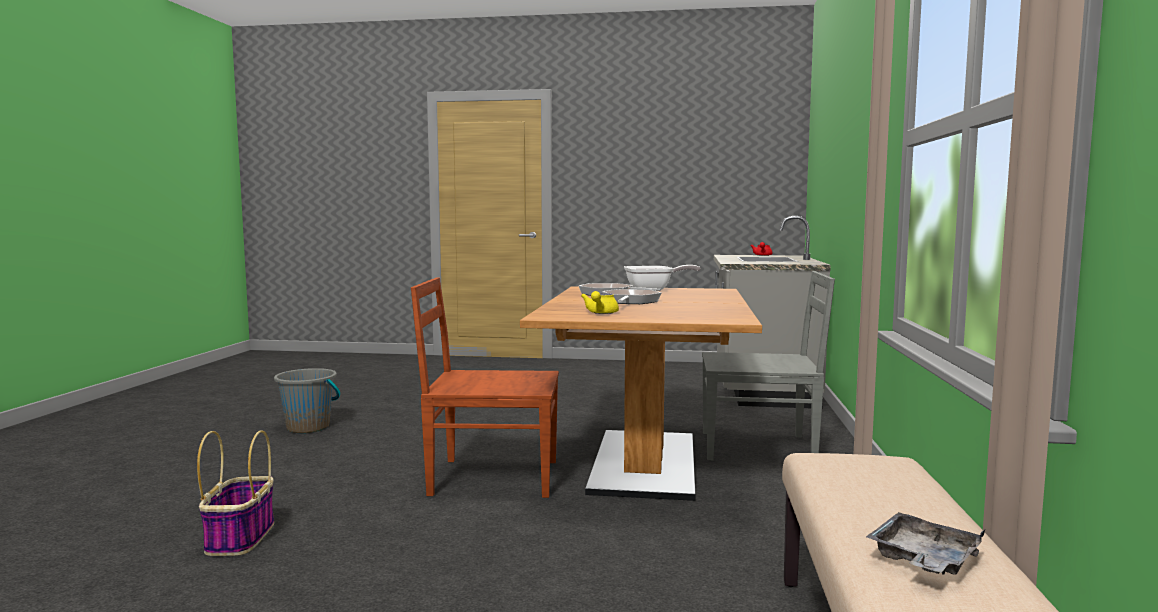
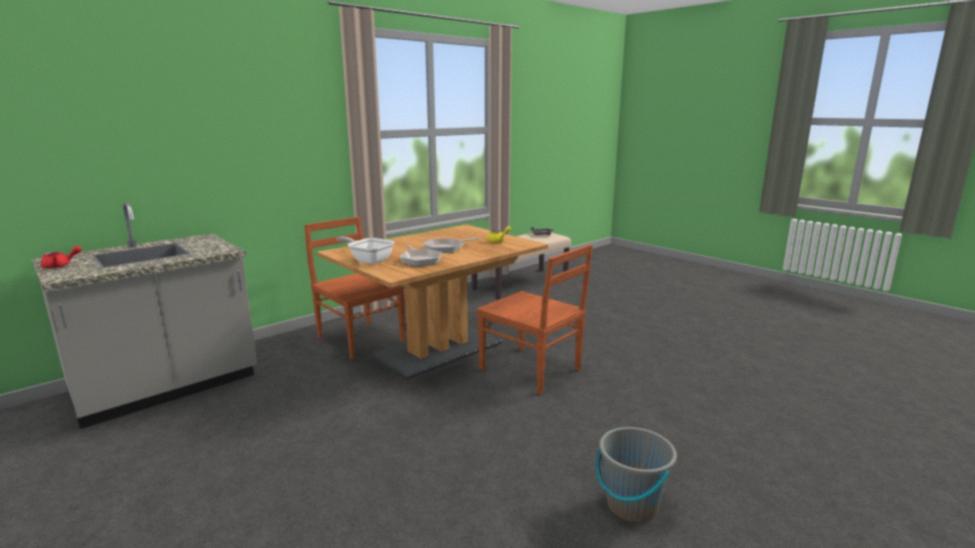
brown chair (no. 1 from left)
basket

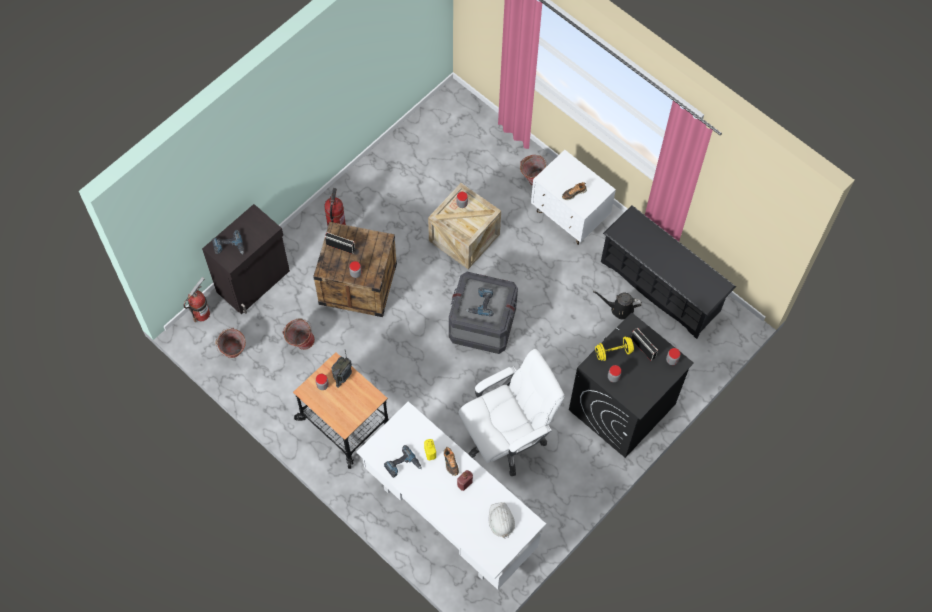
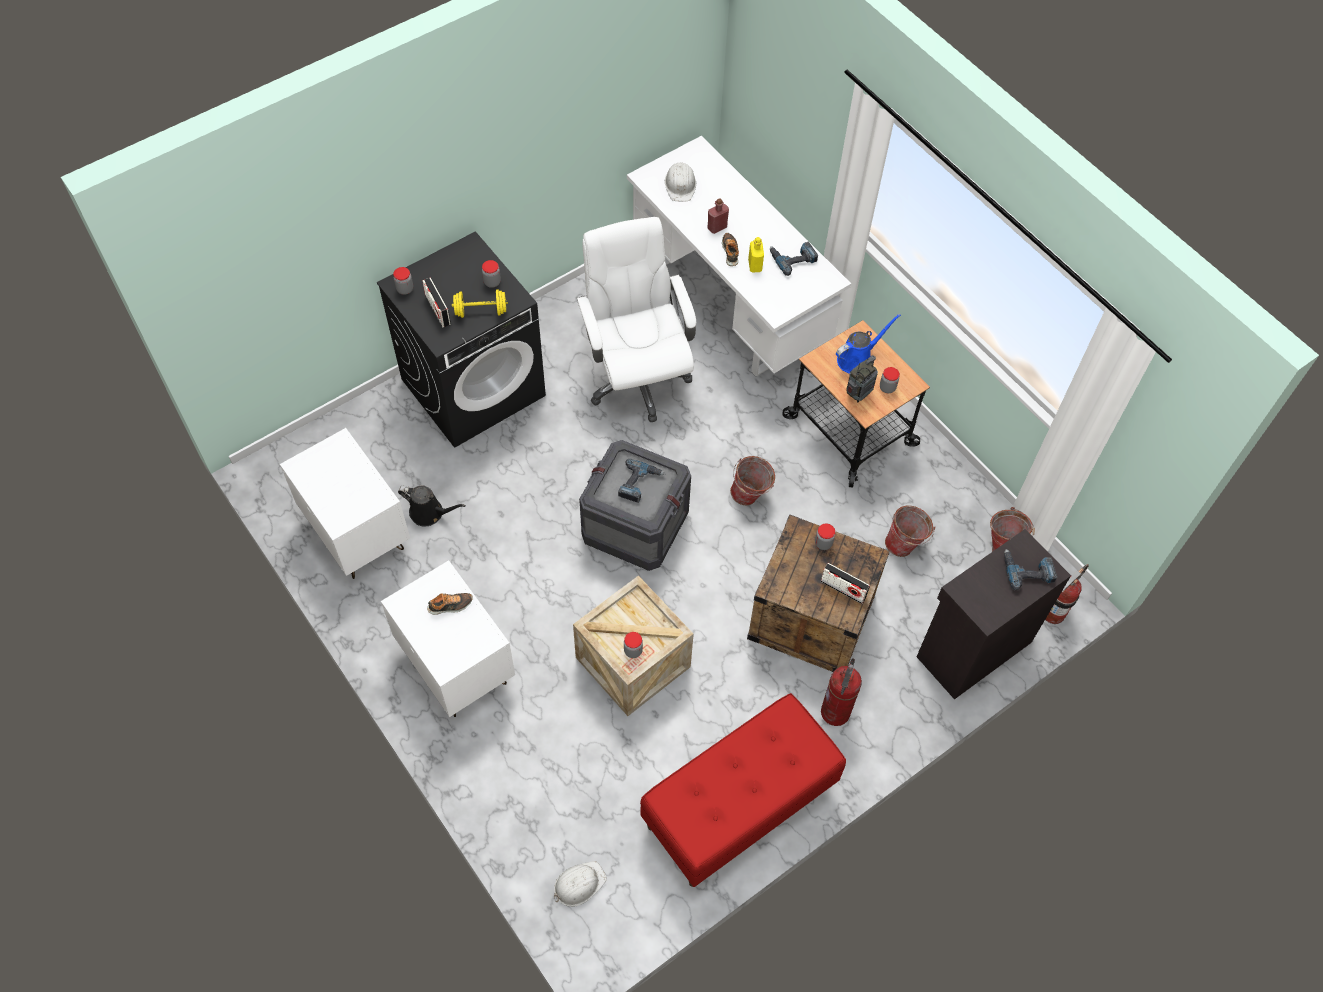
white nightstand (no. 1 from left)
white hard hat (no. 1 from left)
white office chair
red bench
bucket (no. 1 from left)
blue watering can

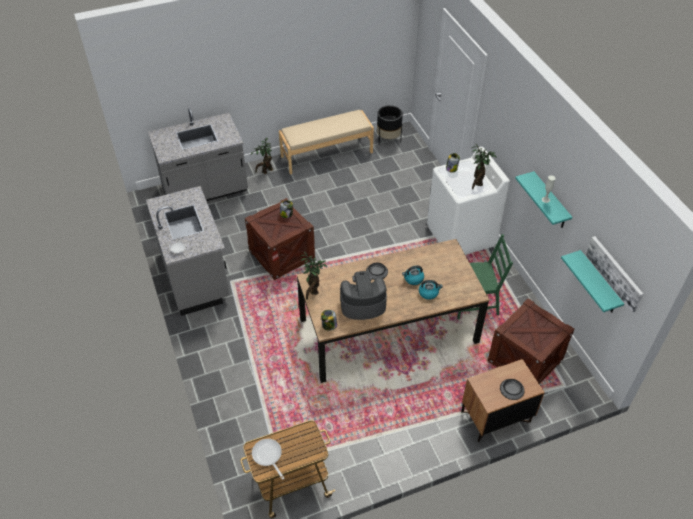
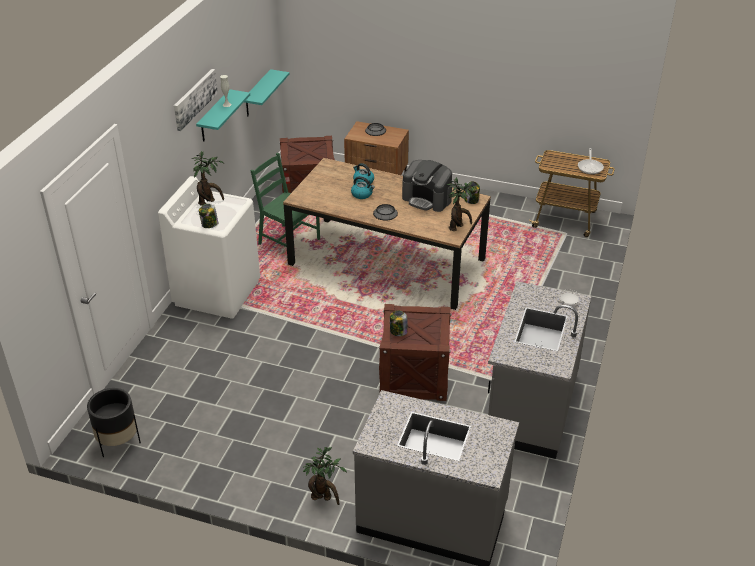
picture
beige bench

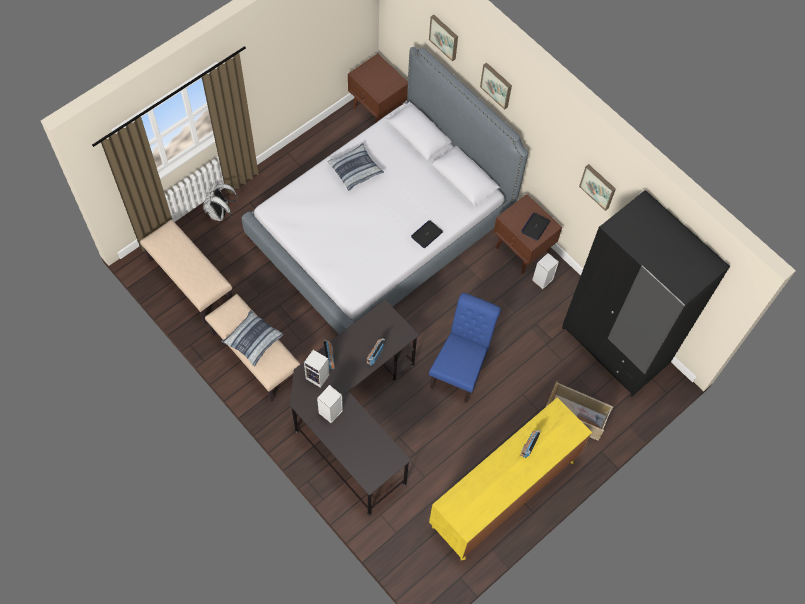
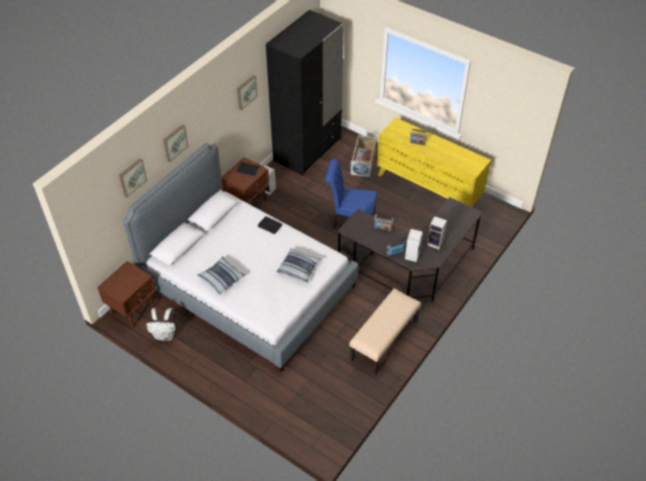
white backpack
pillow (no. 2 from left)
beige bench (no. 1 from left in the first image)

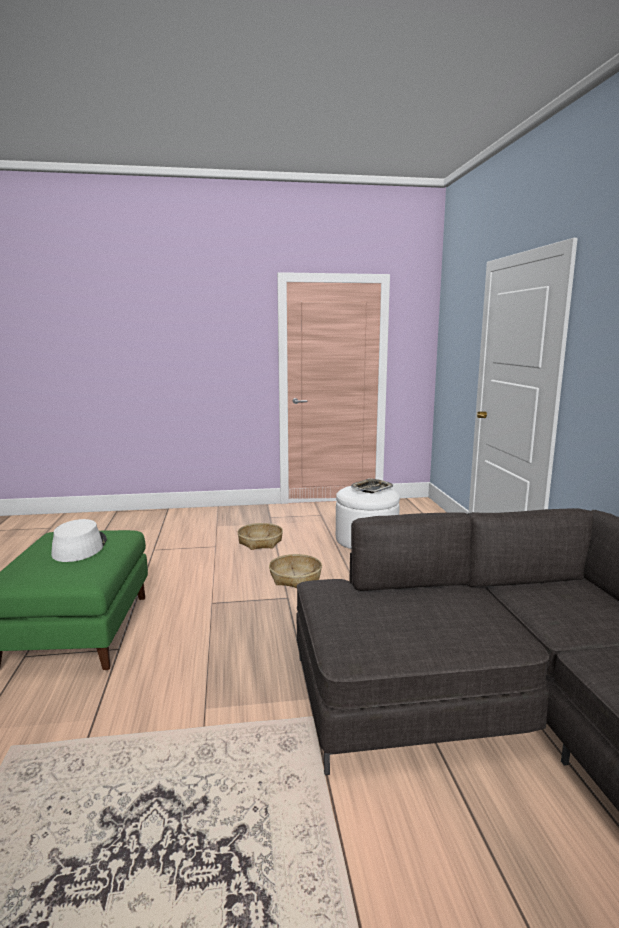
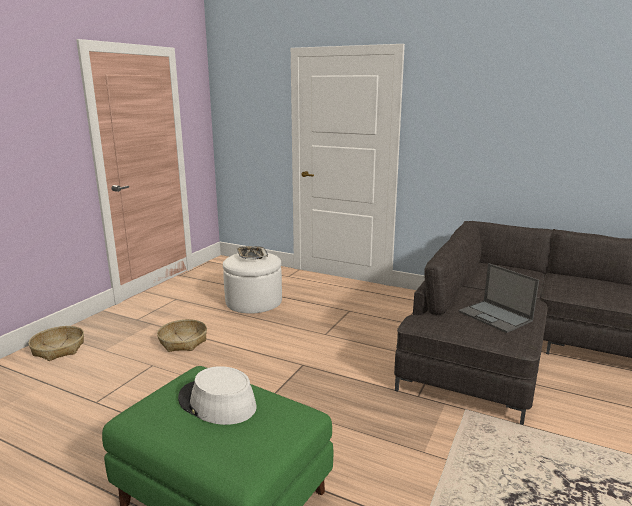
basket (no. 1 from left)
laptop

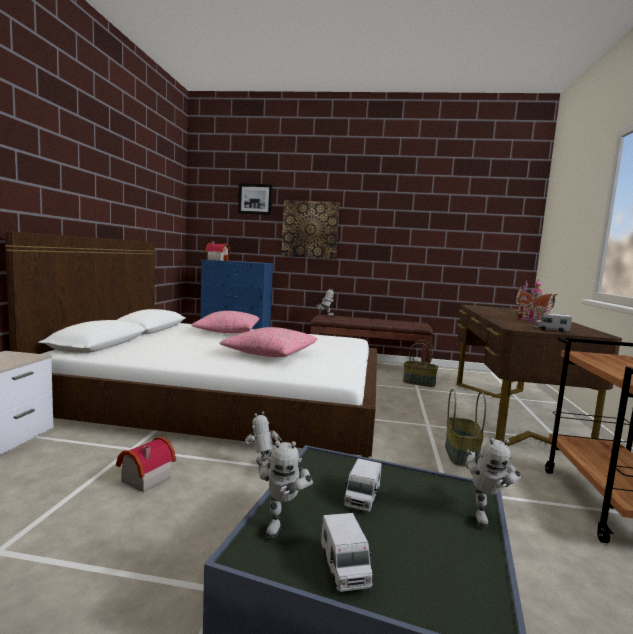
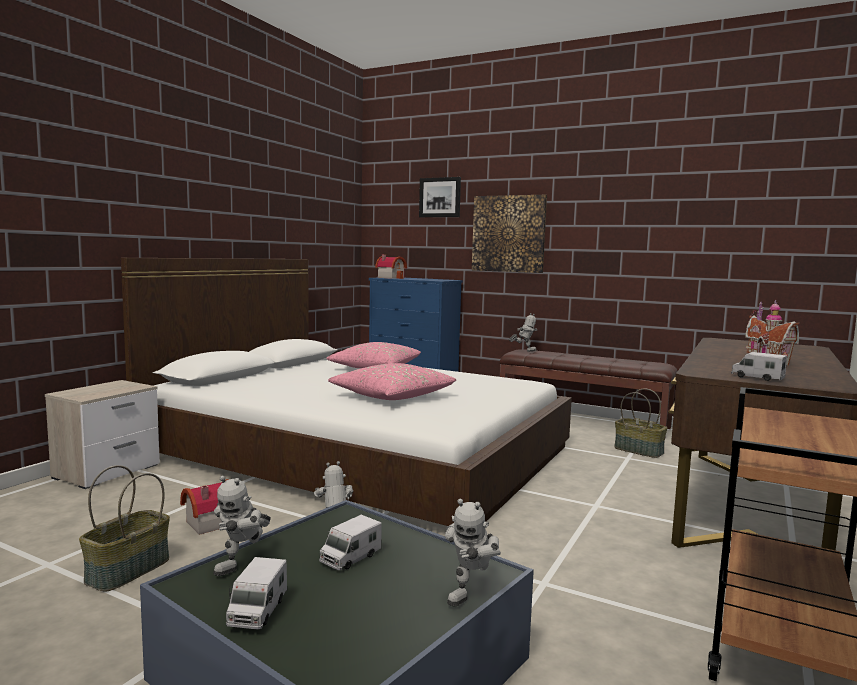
basket (no. 1 from left)

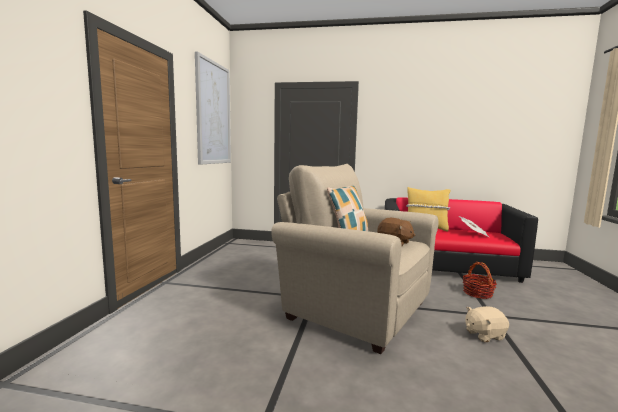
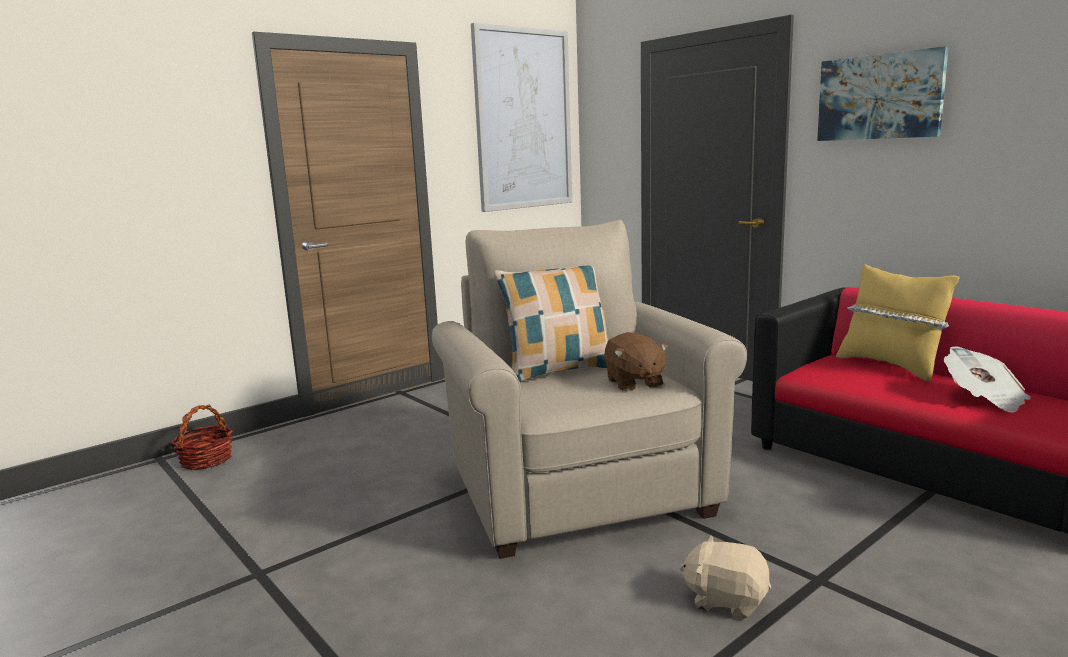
basket
picture (no. 2 from left)

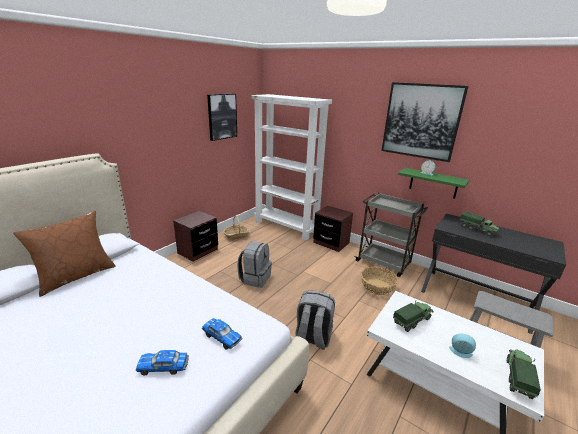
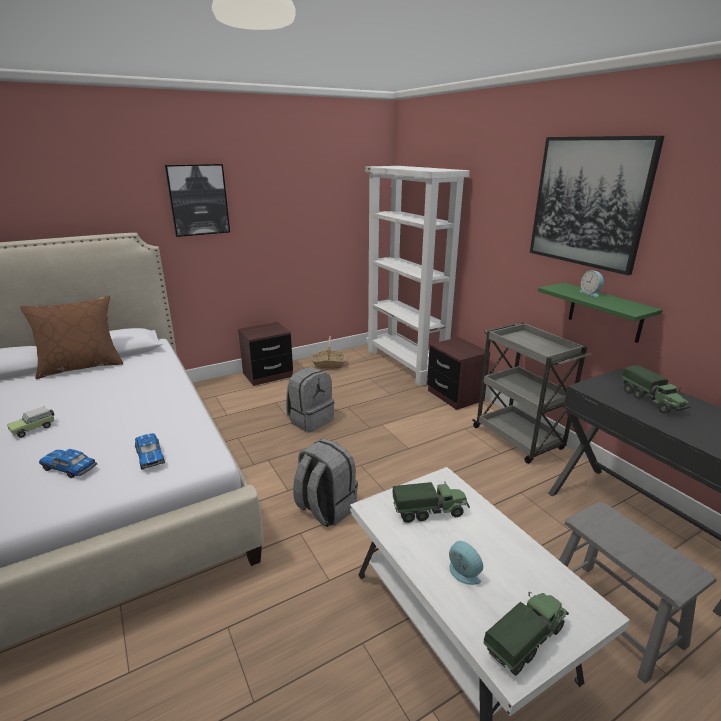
toy car (no. 1 from left)
picture (no. 1 from left)
basket (no. 2 from left in the first image)

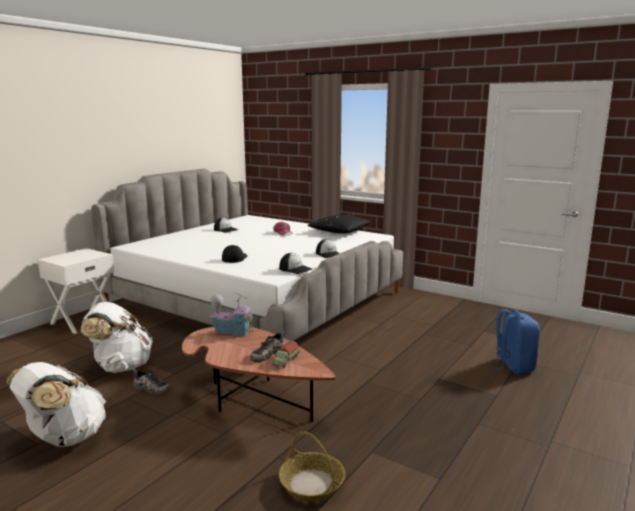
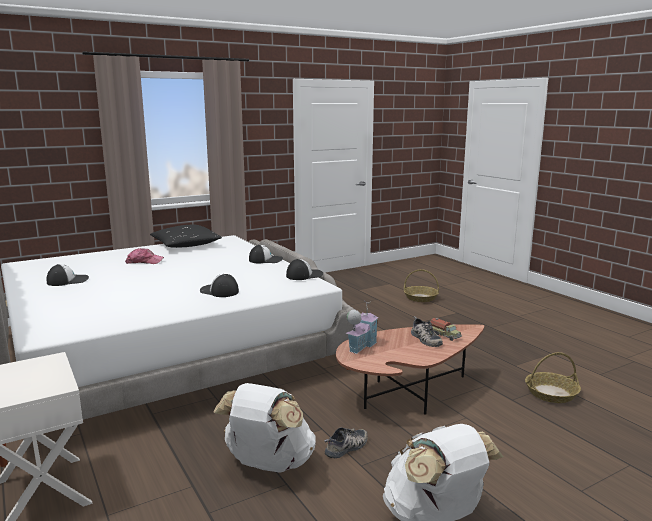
basket (no. 1 from left)

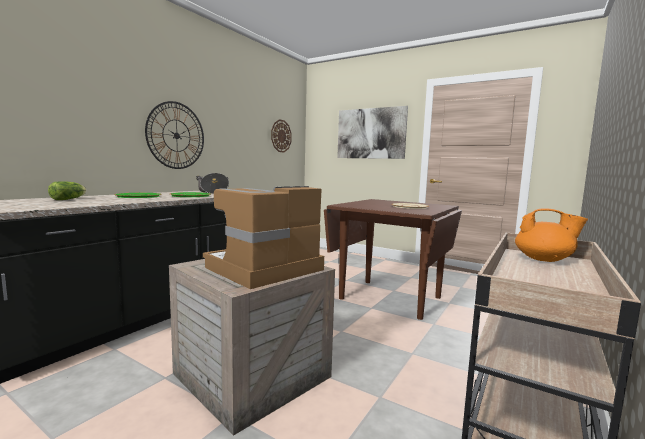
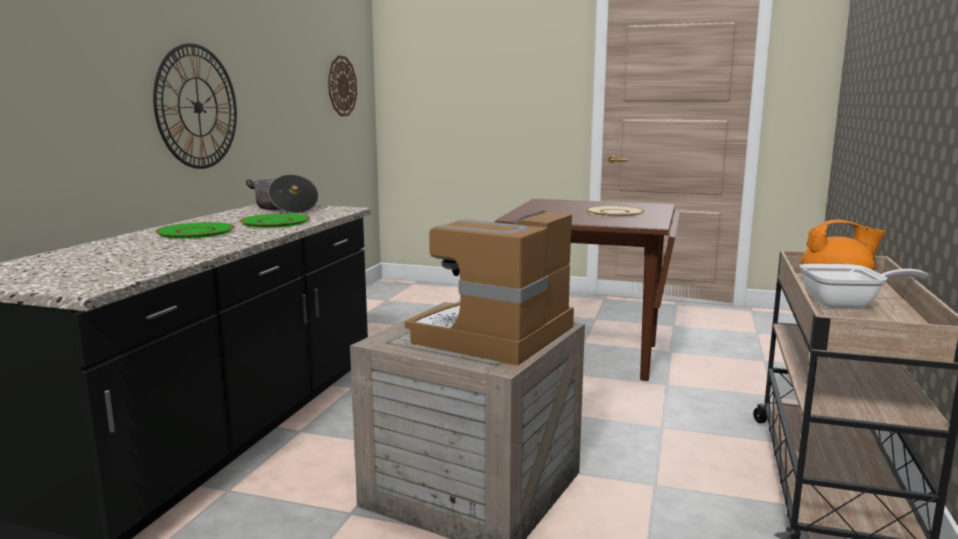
frying pan
lettuce
picture

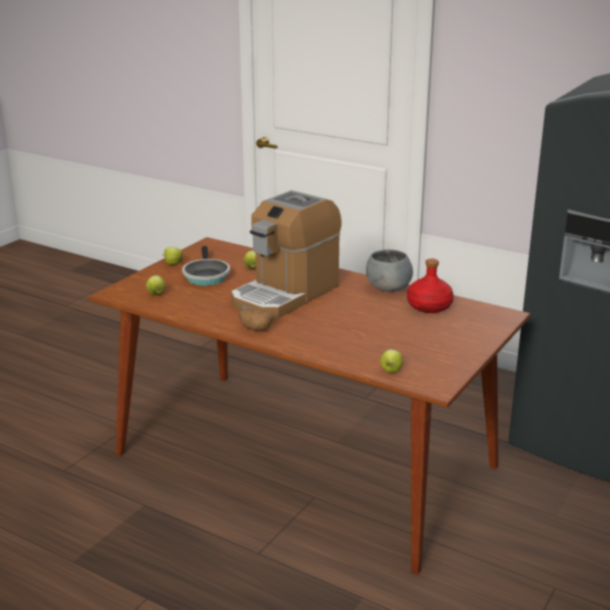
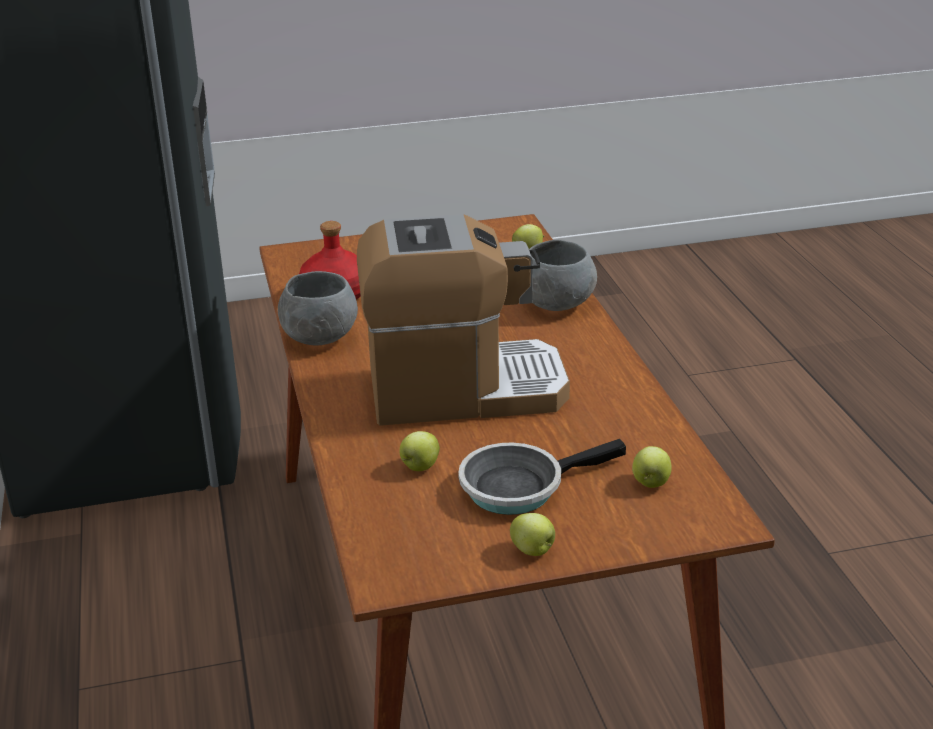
frying pan
grey bowl (no. 2 from left)
potato

